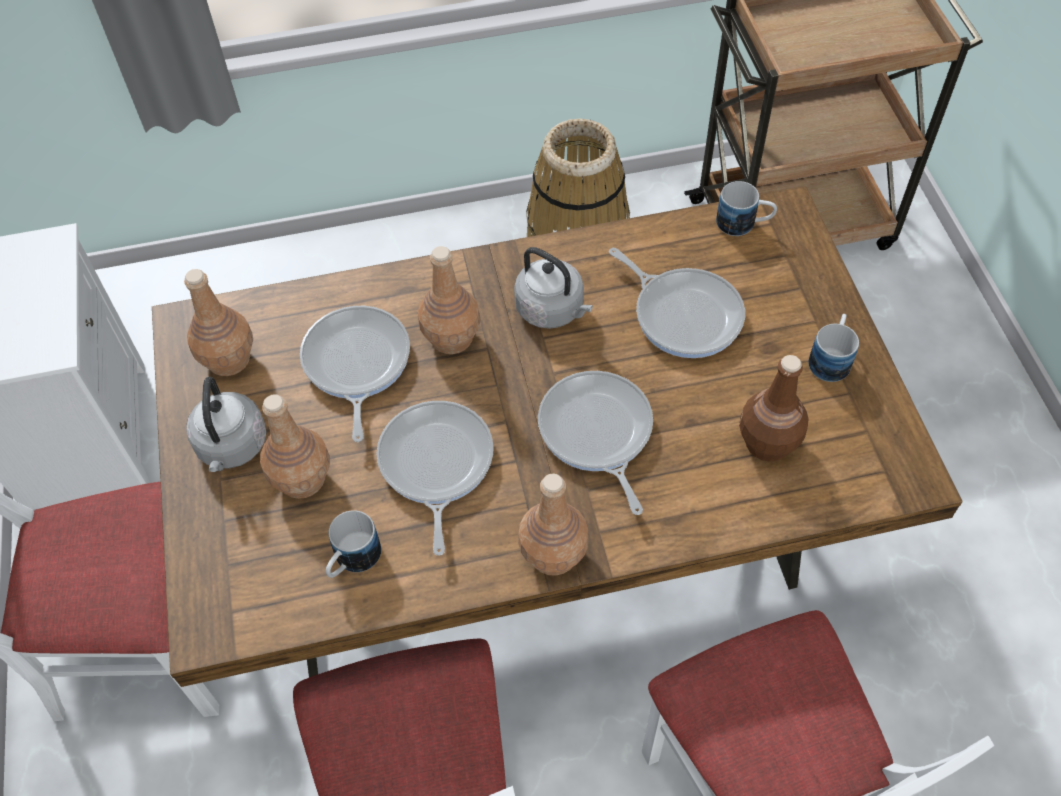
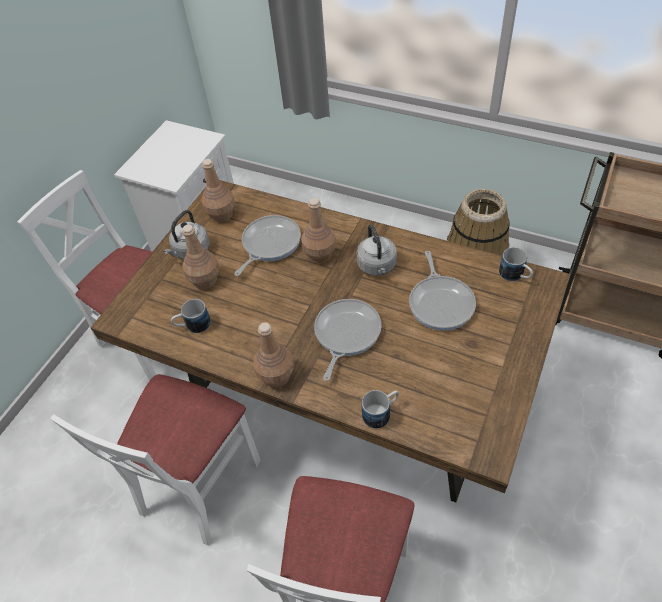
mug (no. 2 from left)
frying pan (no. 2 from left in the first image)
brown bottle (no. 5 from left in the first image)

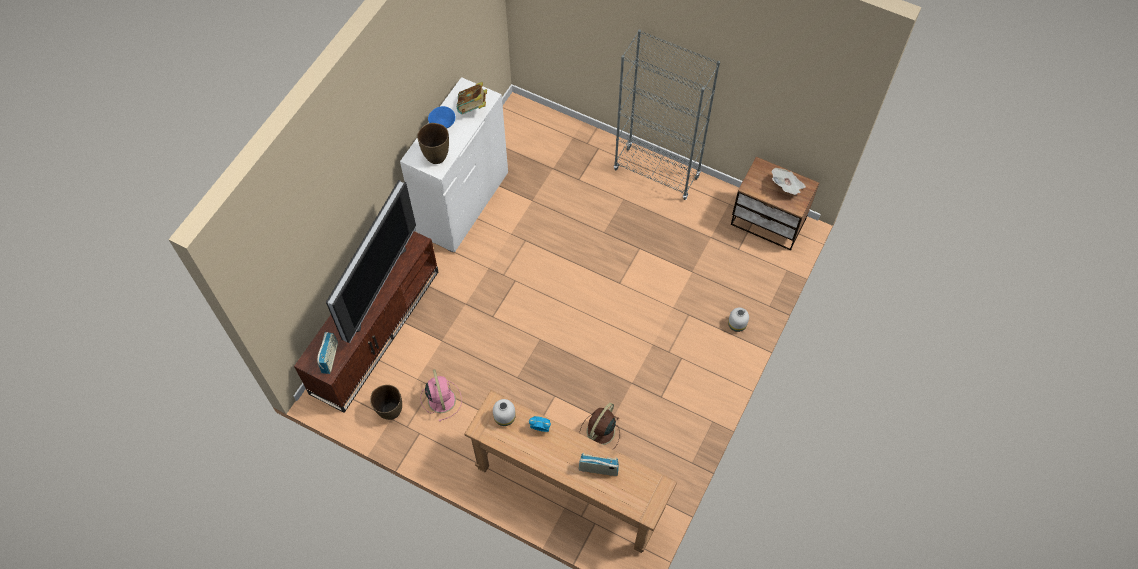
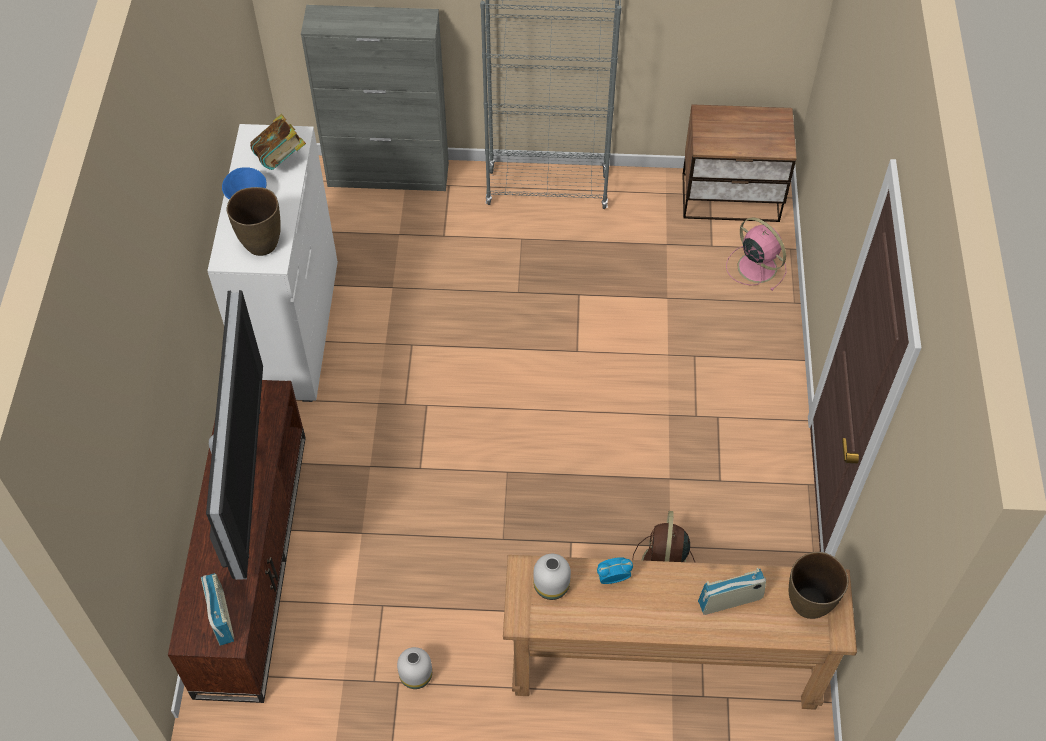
grey cabinet
white vase (no. 1 from left)
pink fan
brown vase (no. 2 from left)
newspaper

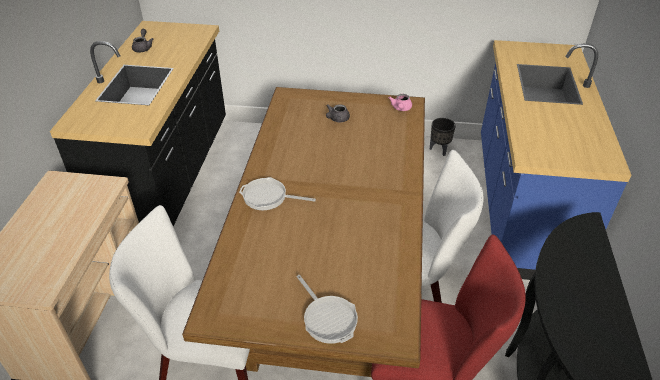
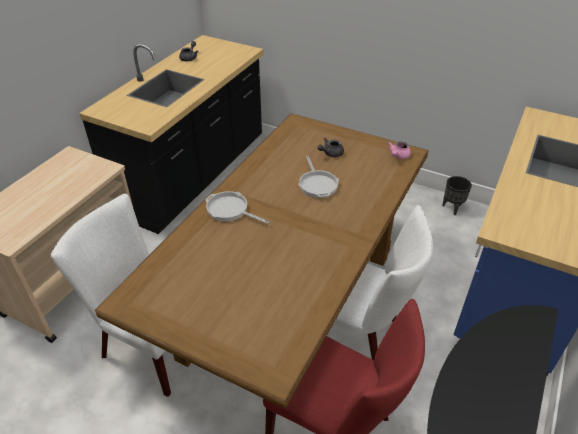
frying pan (no. 2 from left)

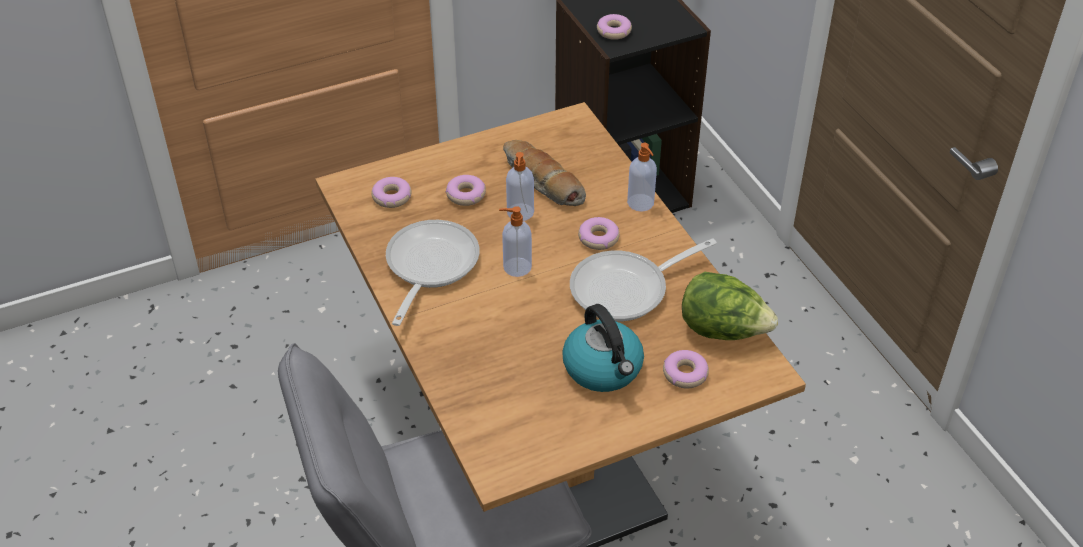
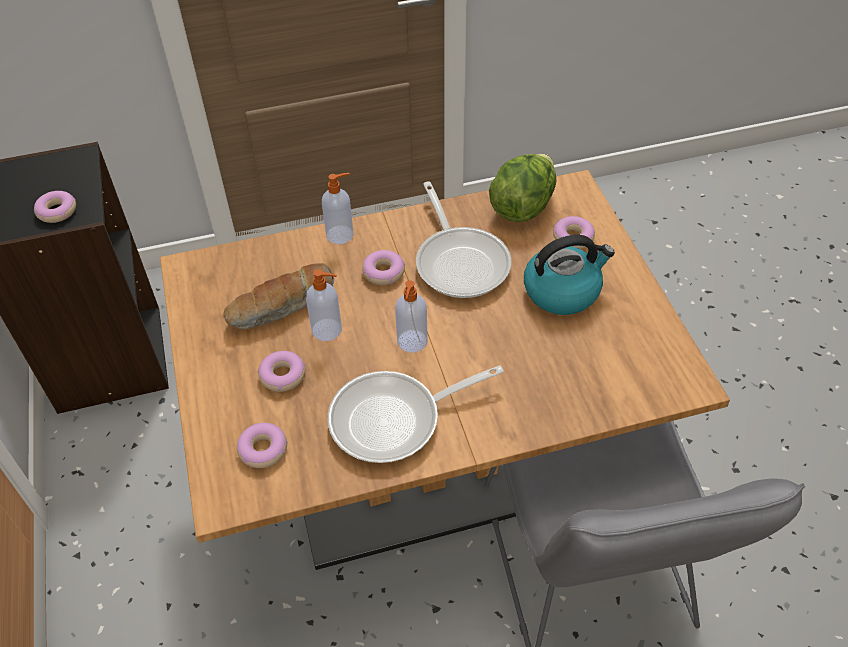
frying pan (no. 1 from left)

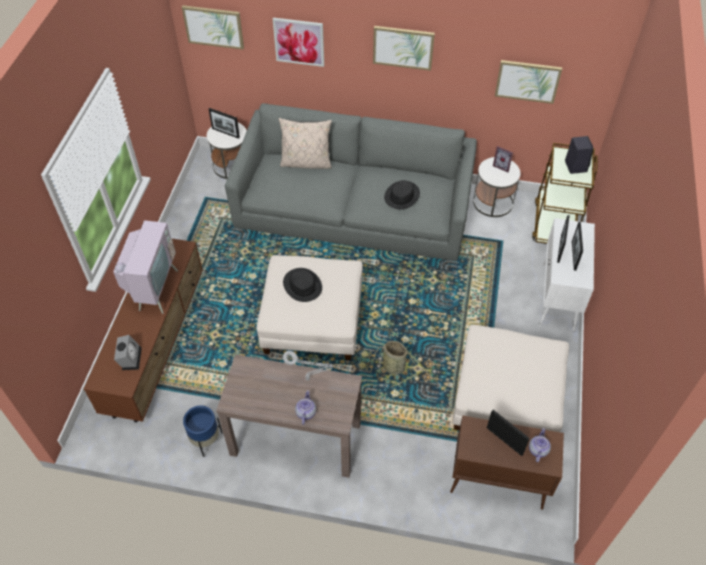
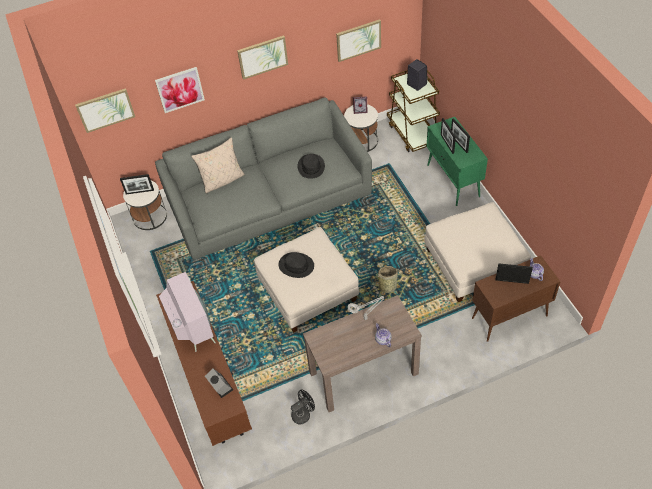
black fan
green cabinet

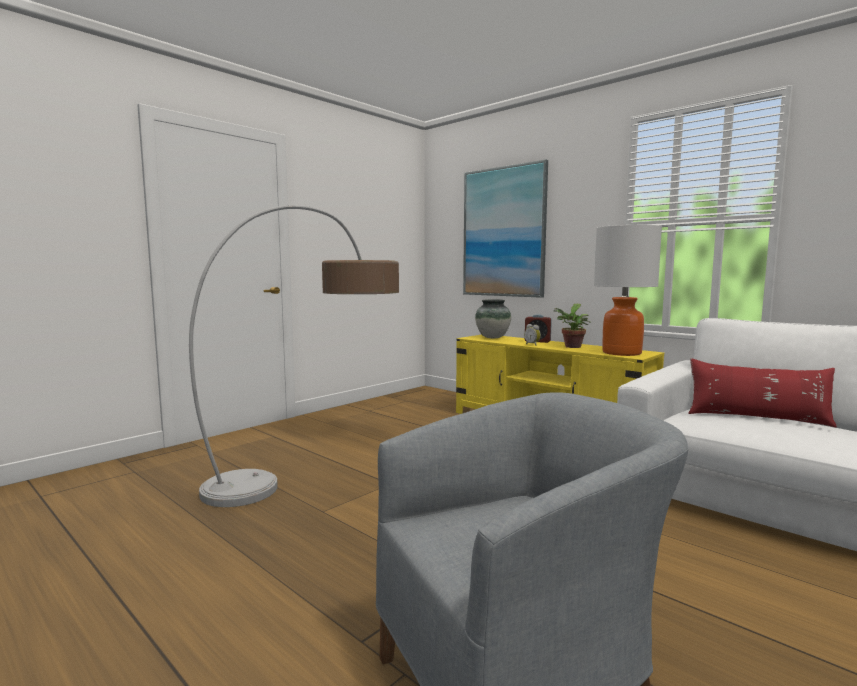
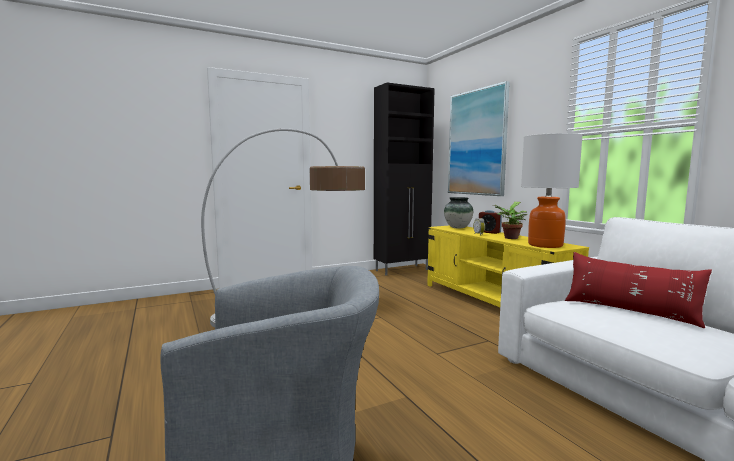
black cabinet

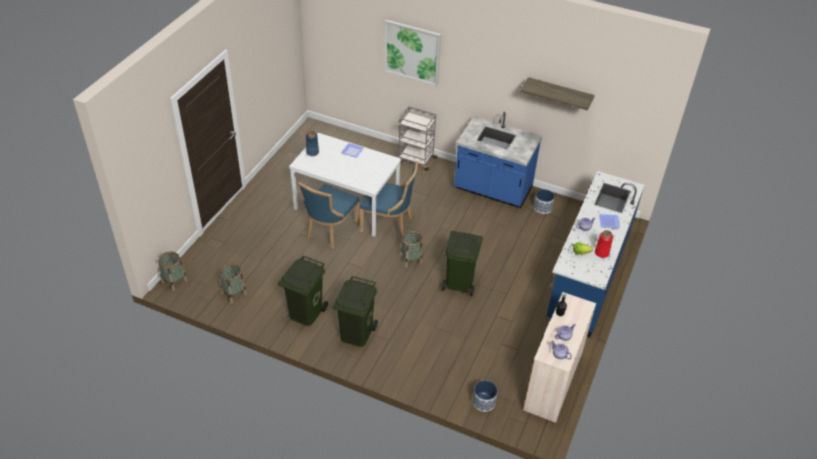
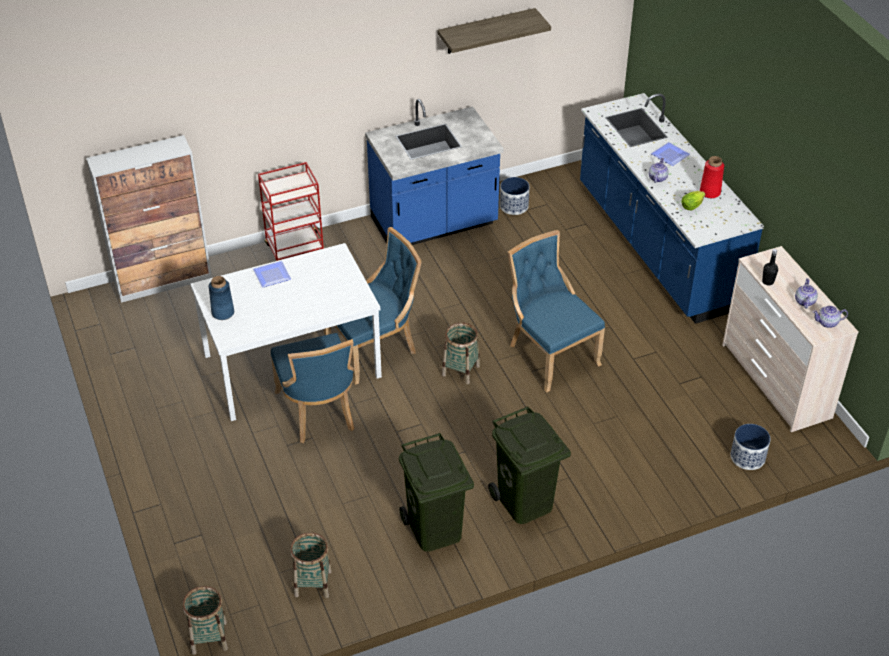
cabinet
red cart
blue chair (no. 3 from left)
picture

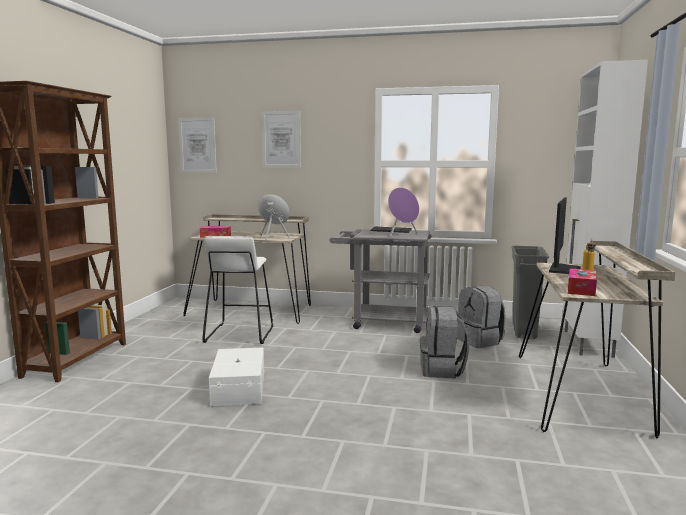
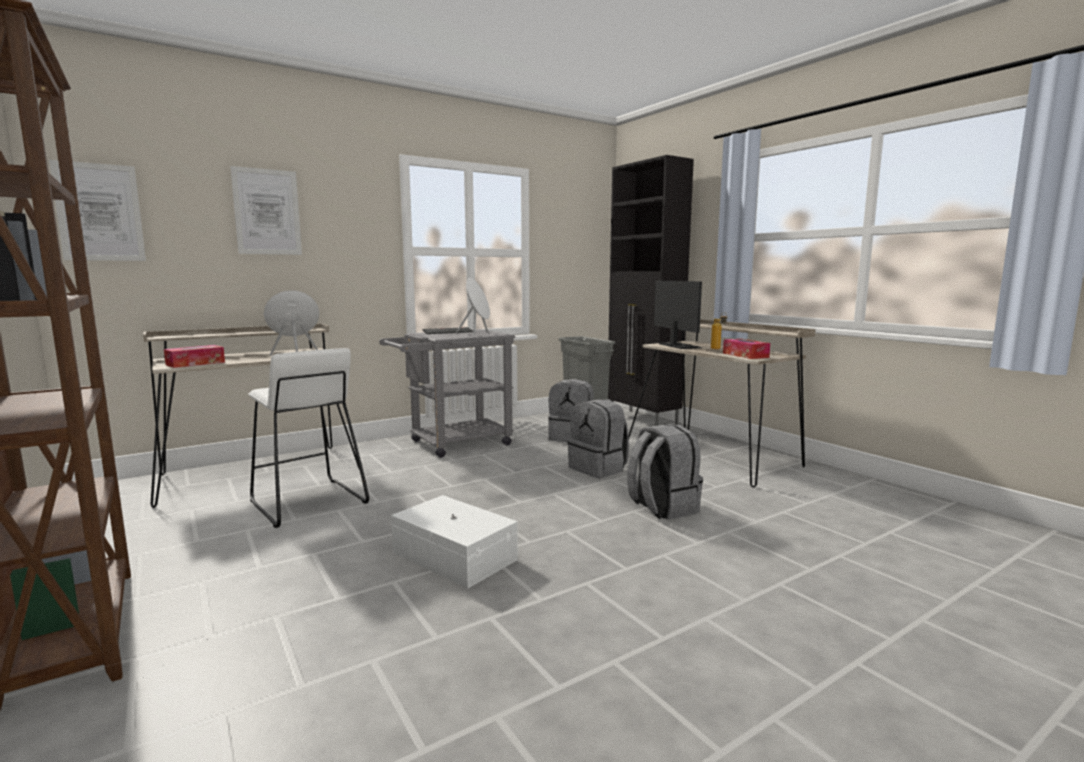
white speaker (no. 2 from left)
black cabinet
grey backpack (no. 3 from left)

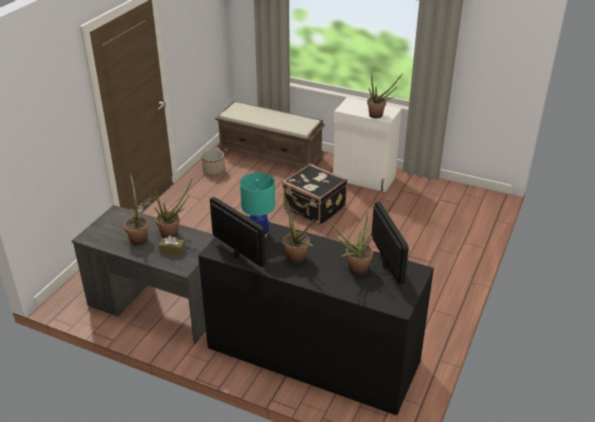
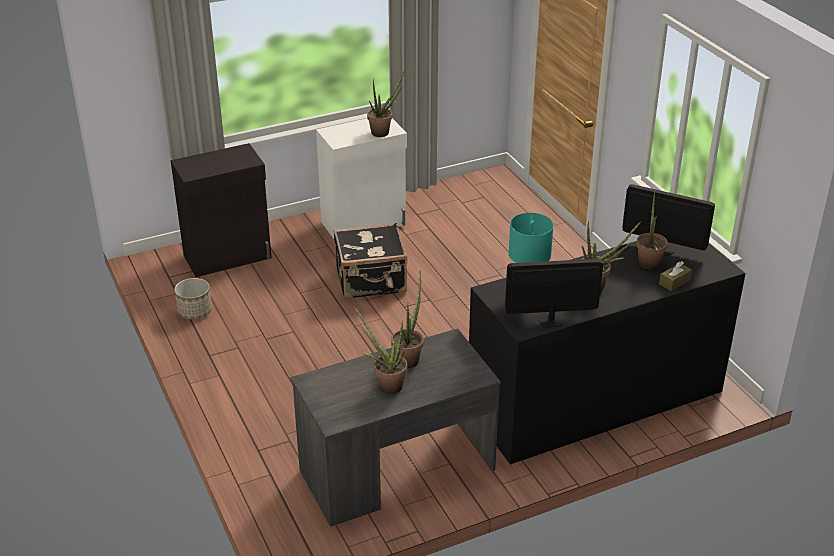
black cabinet
brown tissue box

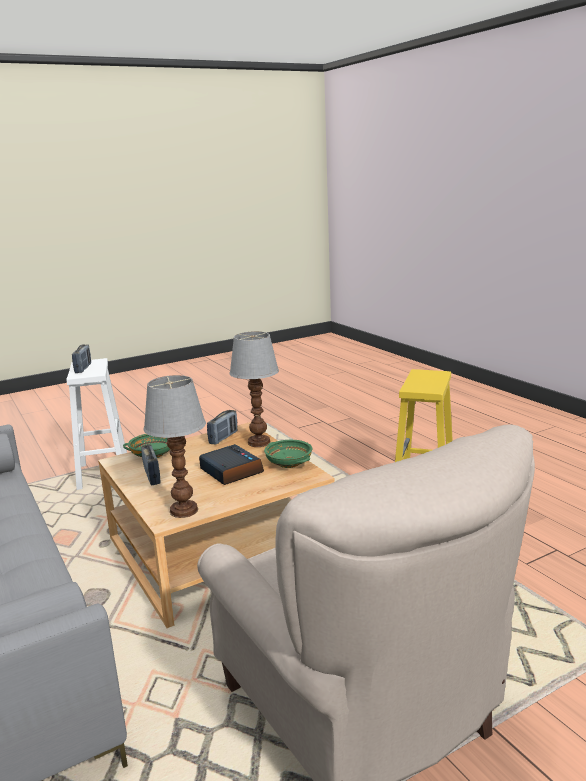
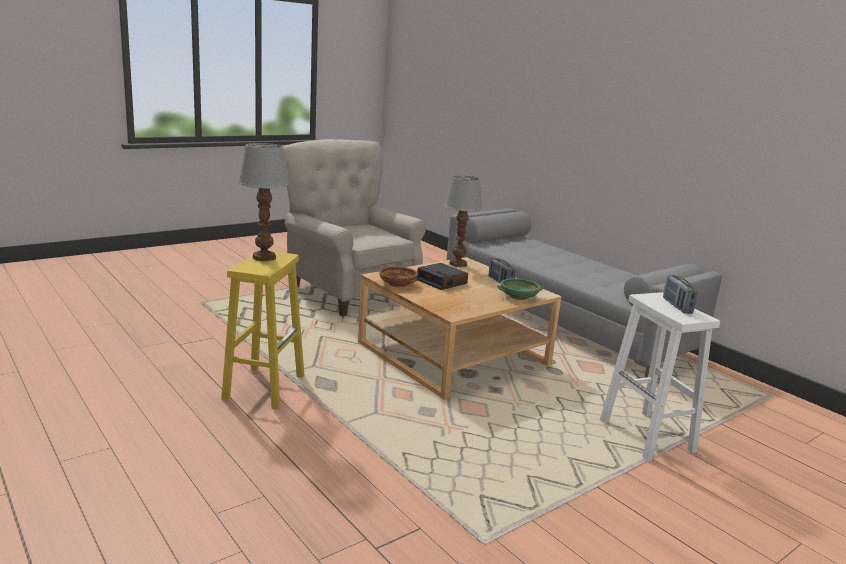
table lamp (no. 1 from left)
brown bowl
radio (no. 3 from left in the first image)

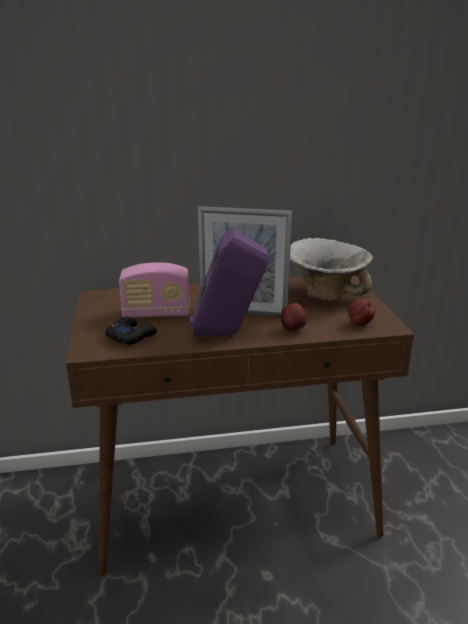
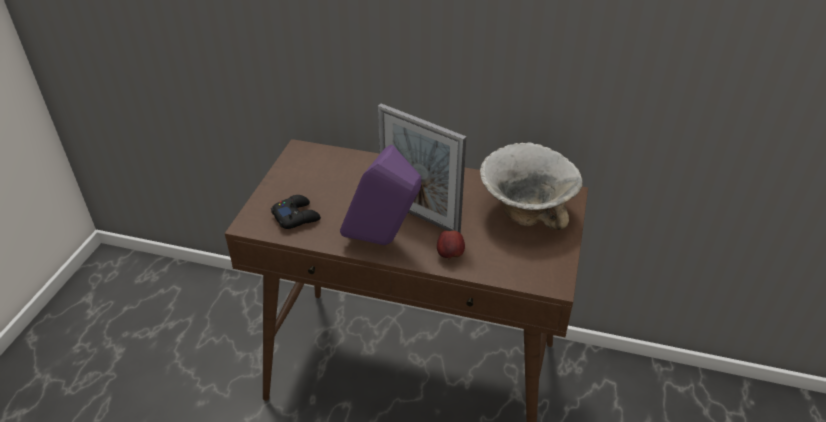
radio
apple (no. 2 from left in the first image)

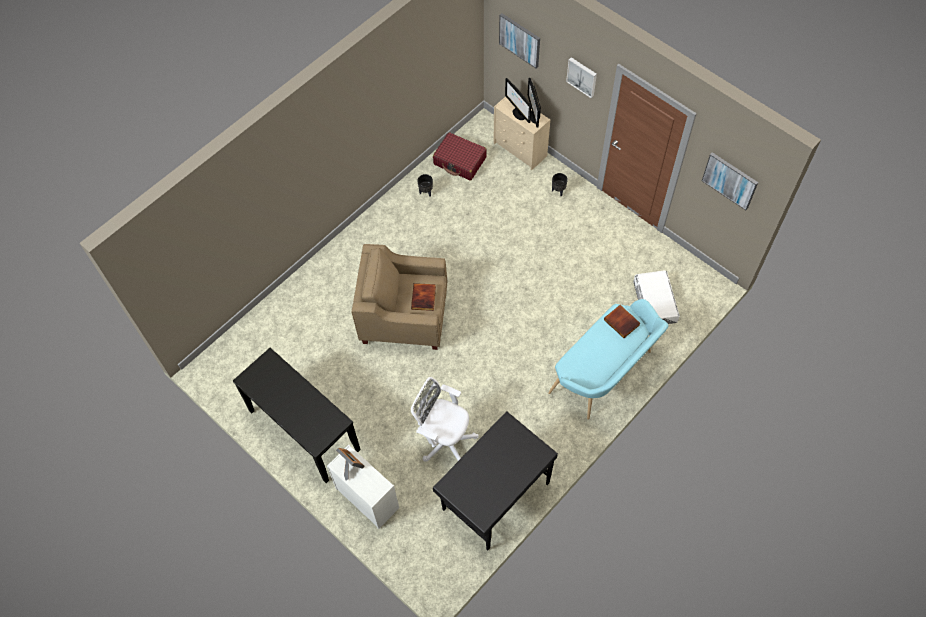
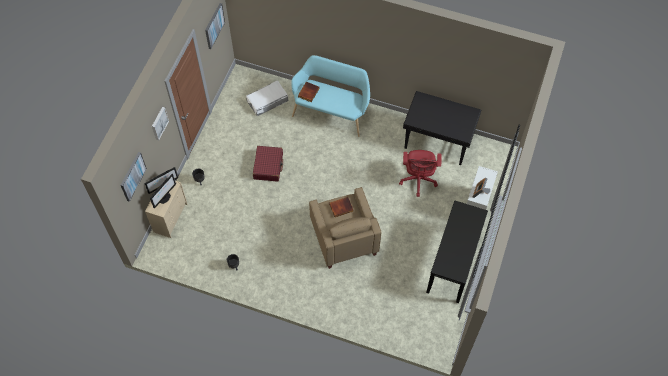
red suitcase
red office chair

